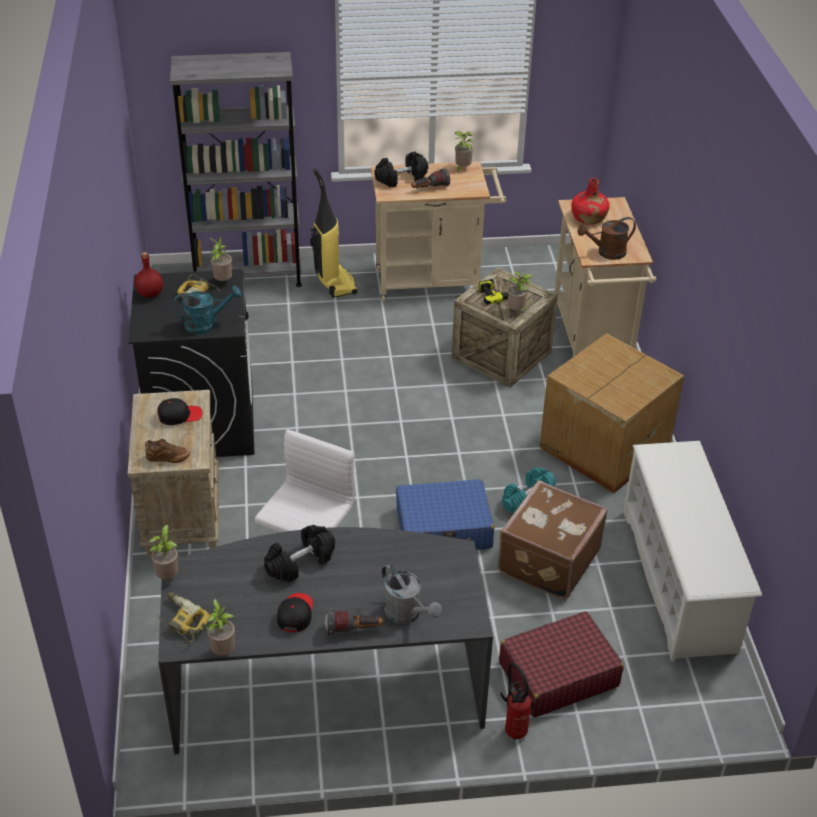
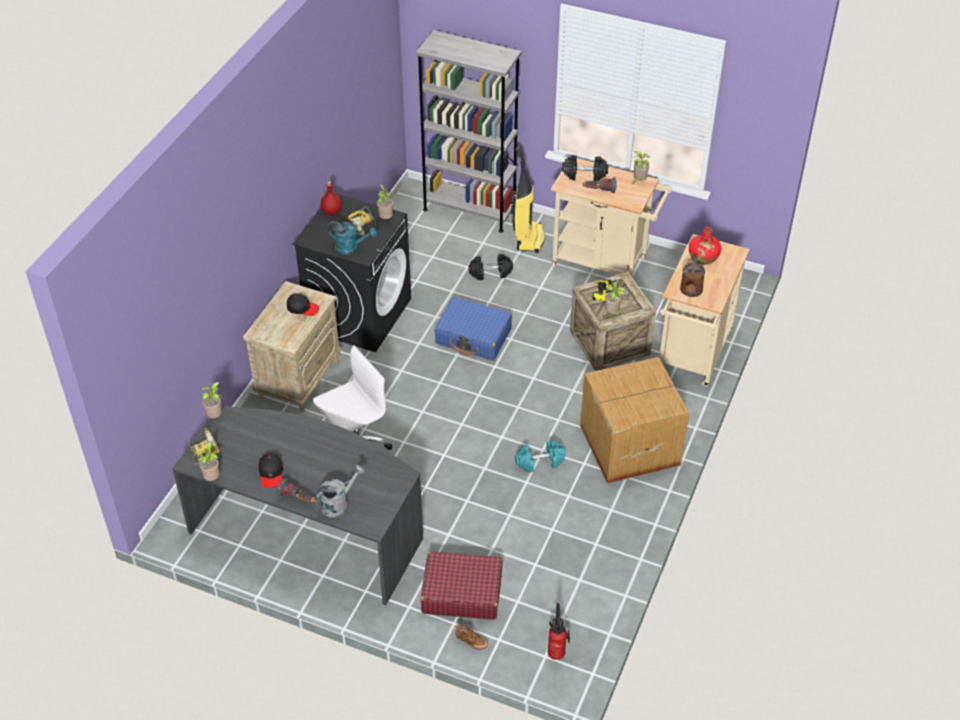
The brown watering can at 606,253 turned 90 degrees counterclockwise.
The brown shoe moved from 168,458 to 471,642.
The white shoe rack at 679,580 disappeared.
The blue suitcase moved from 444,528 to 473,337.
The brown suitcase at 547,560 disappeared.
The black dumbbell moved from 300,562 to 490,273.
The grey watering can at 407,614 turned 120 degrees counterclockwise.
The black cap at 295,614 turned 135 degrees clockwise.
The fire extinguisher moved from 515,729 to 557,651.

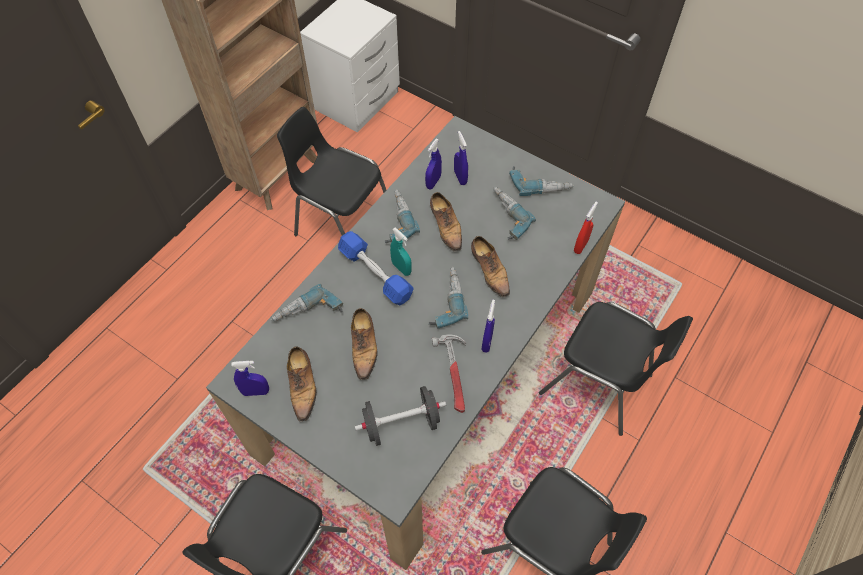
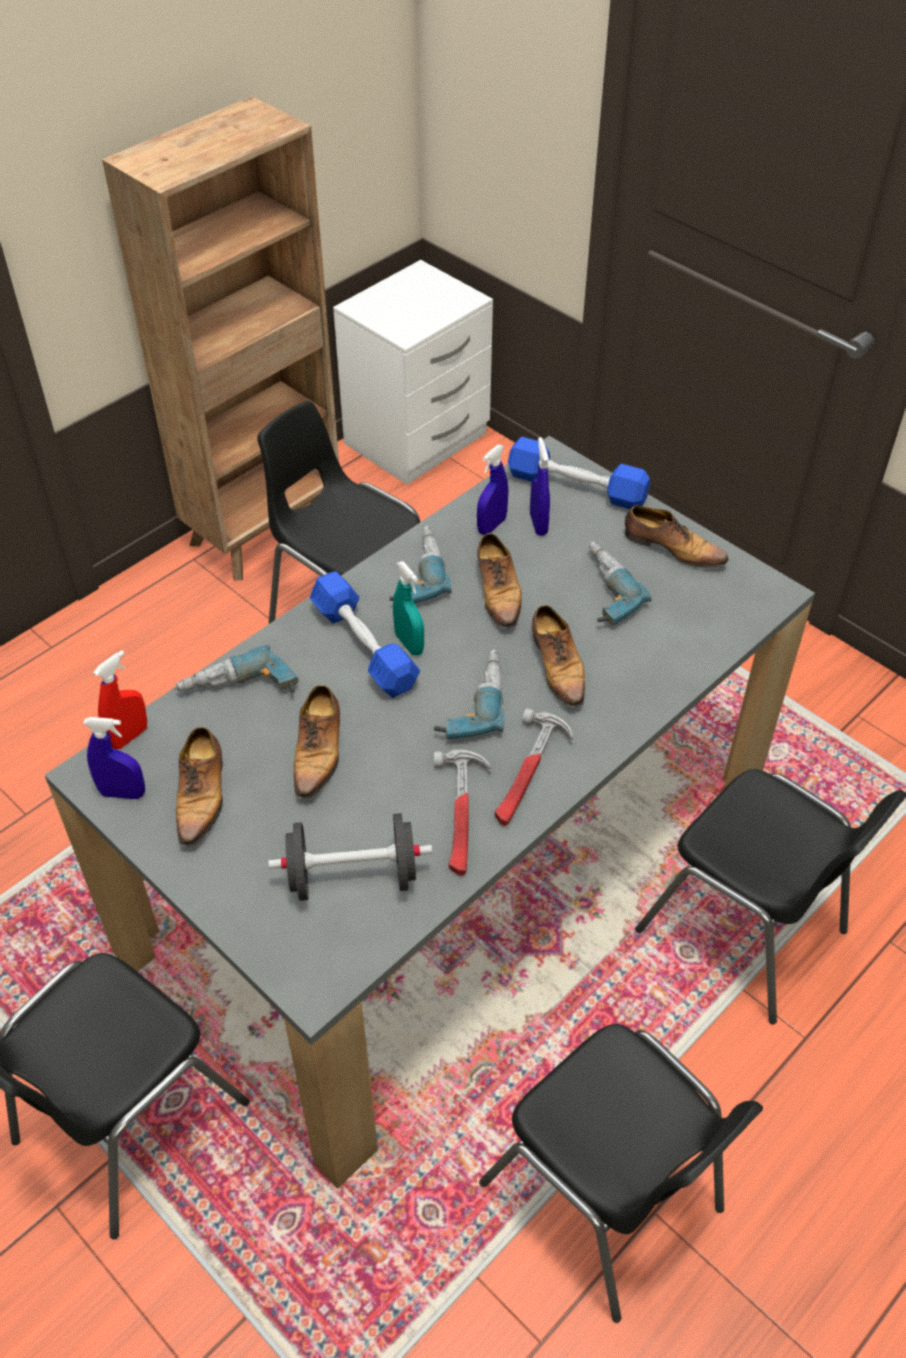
The power drill at 540,183 was replaced by the shoe at 672,548.
The red spray bottle moved from 581,246 to 129,736.
The blue spray bottle at 487,342 was replaced by the hammer at 529,773.
The blue dumbbell at 576,487 appeared.

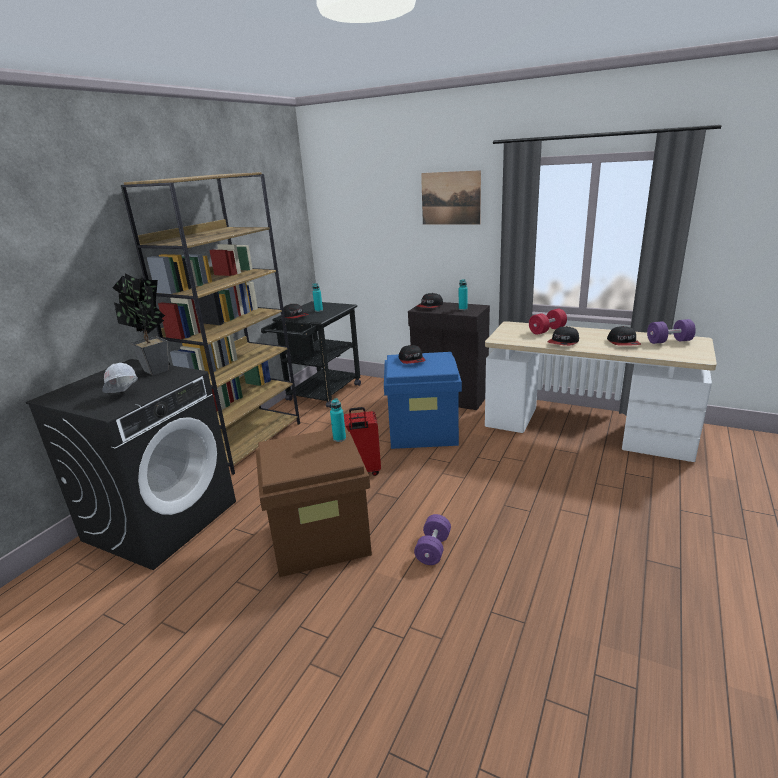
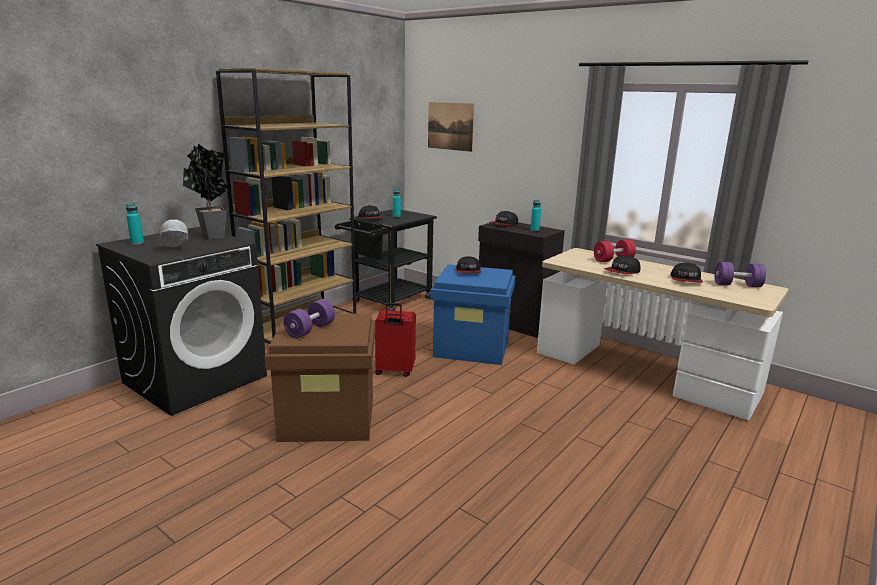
The picture moved from 450,198 to 450,126.
The turquoise bottle moved from 339,438 to 137,243.
The purple dumbbell moved from 433,549 to 310,330.

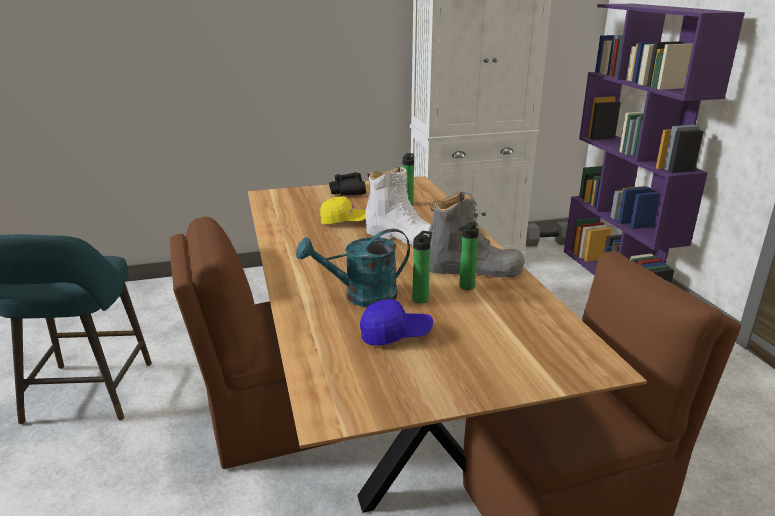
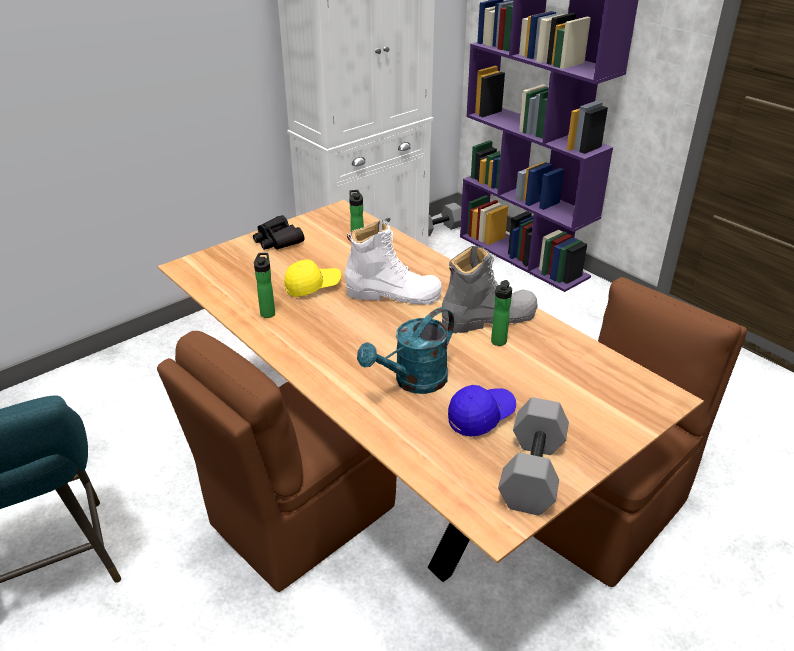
The bottle moved from 421,298 to 268,312.
The grey dumbbell at 530,470 appeared.

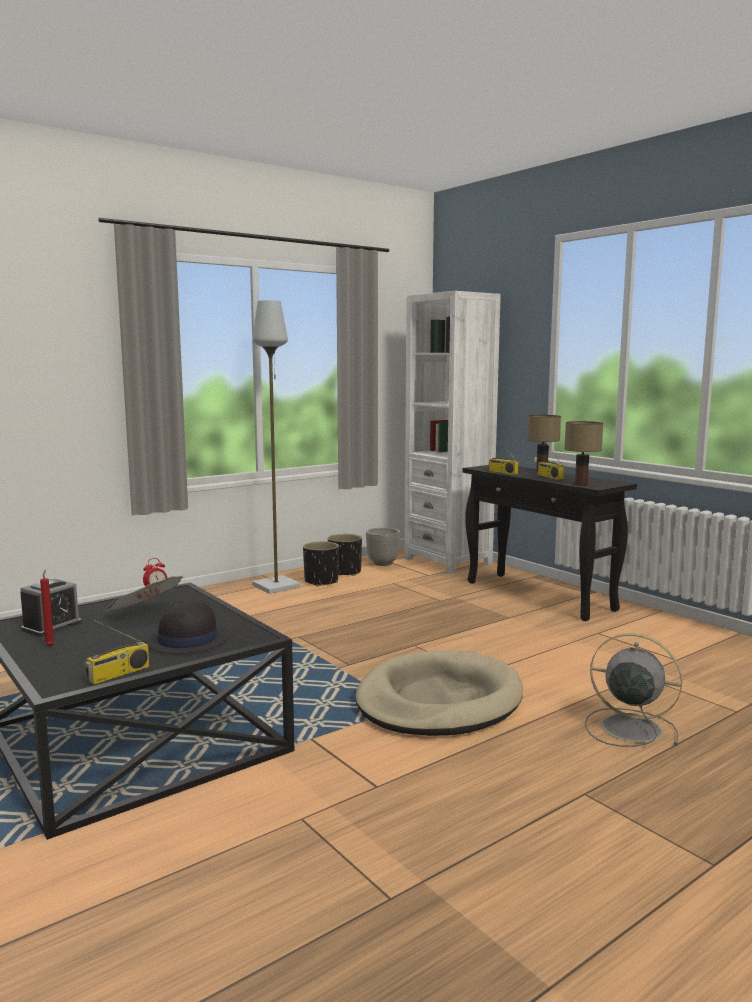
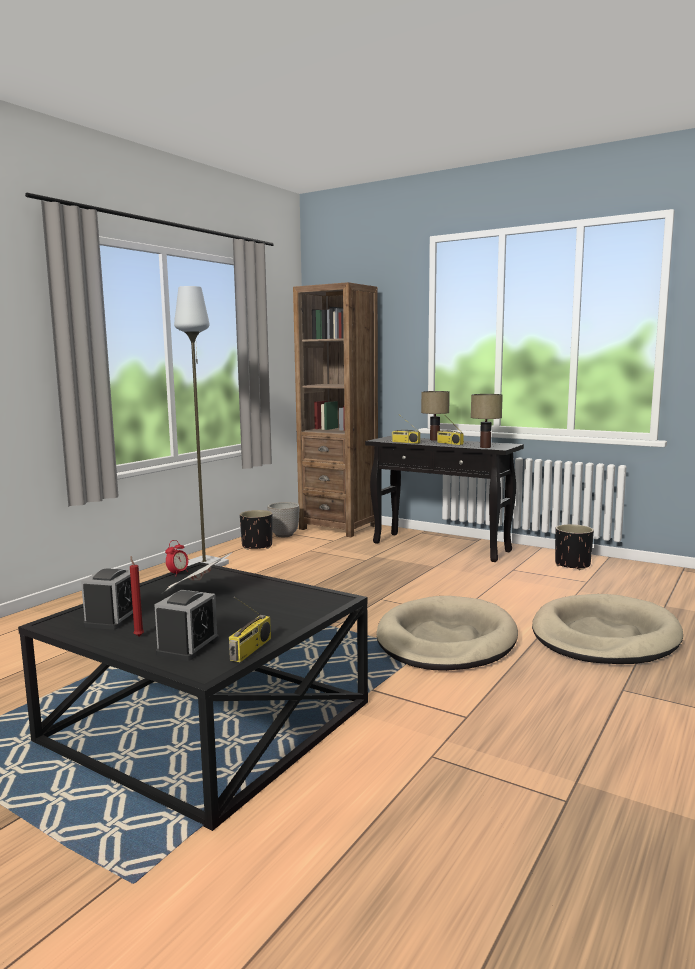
The white bookcase at 448,561 became the brown bookcase at 339,527.
The black planter moved from 321,581 to 572,565.
The black hat at 186,640 disappeared.
The grey fan at 628,728 was replaced by the beige dog bed at 604,636.
The alarm clock at 188,646 appeared.

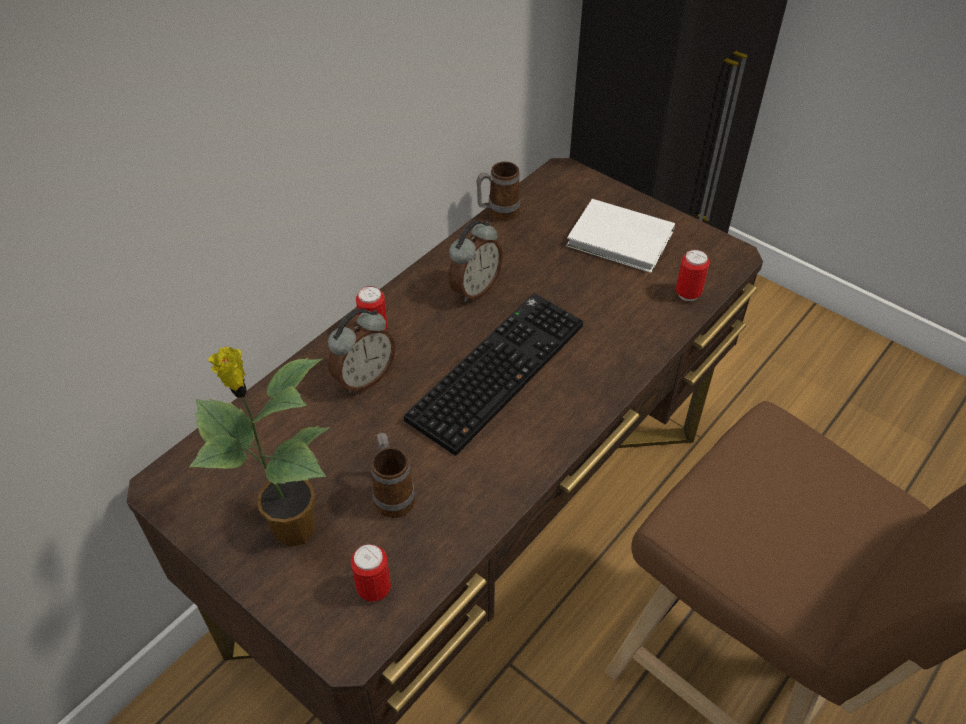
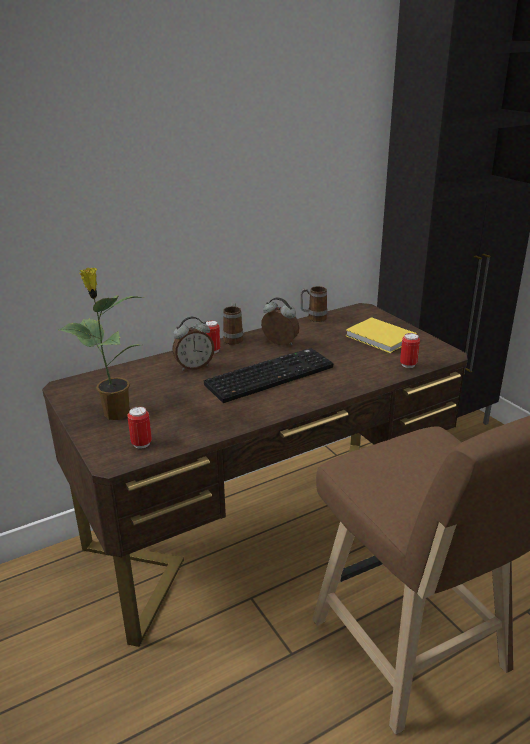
The white book at 622,240 became the yellow book at 381,338.
The alarm clock at 474,289 turned 120 degrees counterclockwise.
The mug moved from 392,494 to 233,338.

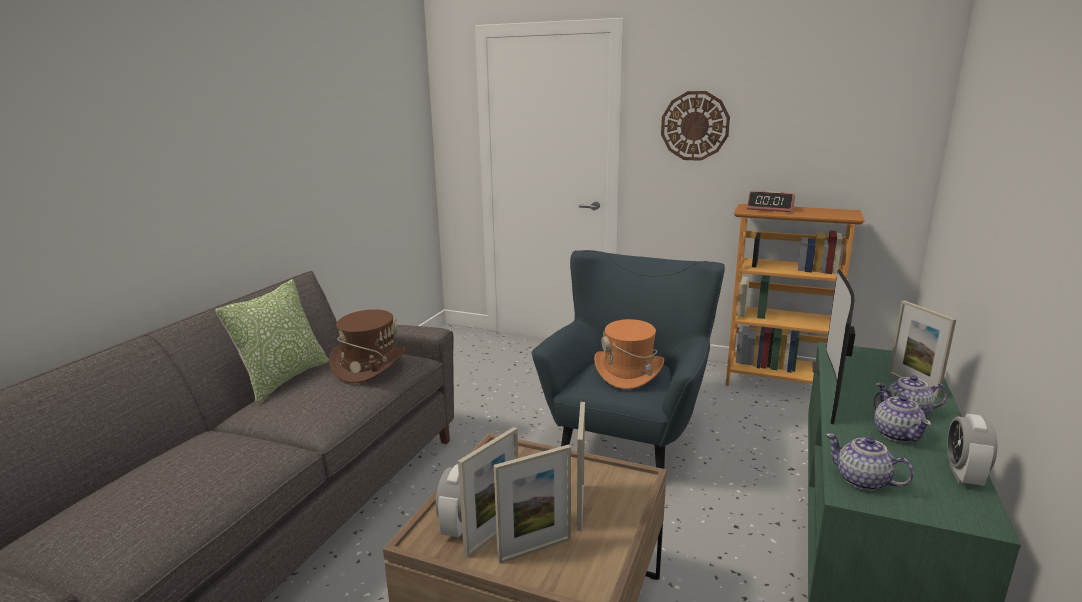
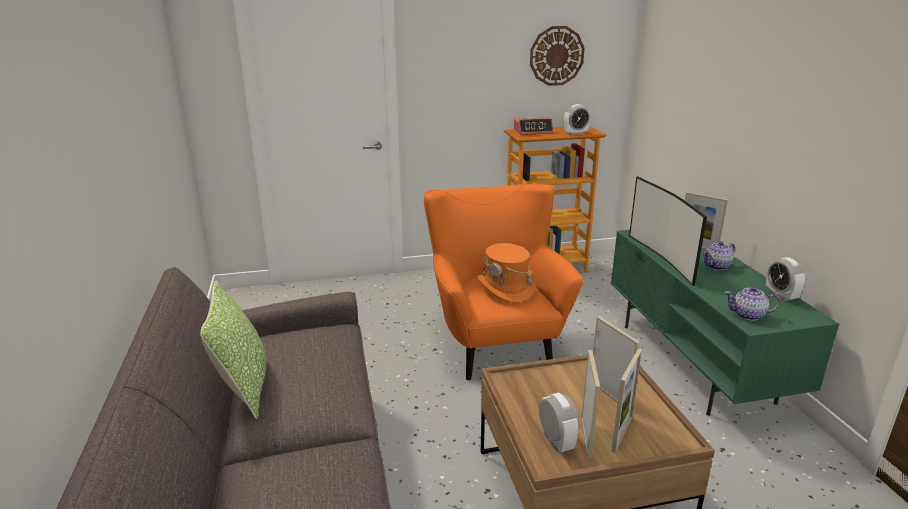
The wall clock moved from 694,126 to 556,56.
The blue armchair at 628,438 became the orange armchair at 494,342.
The brown hat at 369,365 disappeared.
The teapot at 896,434 disappeared.
The alarm clock at 575,133 appeared.

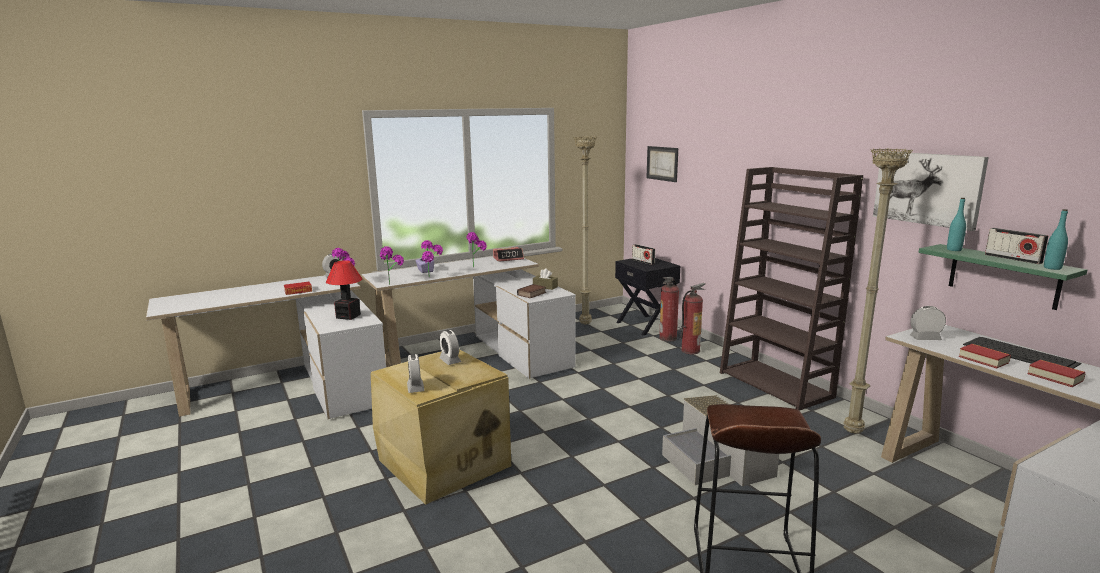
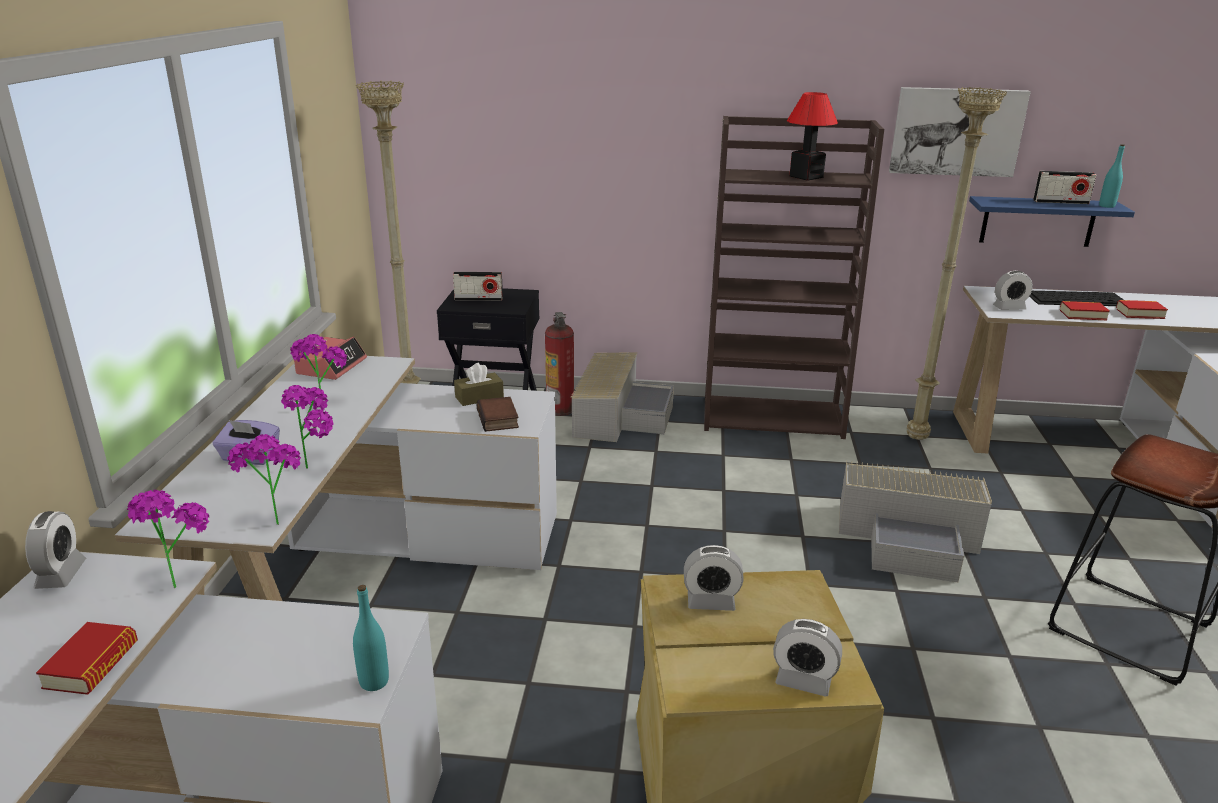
The picture at 662,163 disappeared.
The turquoise bottle moved from 954,250 to 374,682.
The green shelf at 1003,276 became the blue shelf at 1038,221.
The table lamp moved from 348,316 to 805,177.
The fire extinguisher at 690,350 was replaced by the grey storage box at 619,415.
The alarm clock at 925,338 turned 135 degrees counterclockwise.

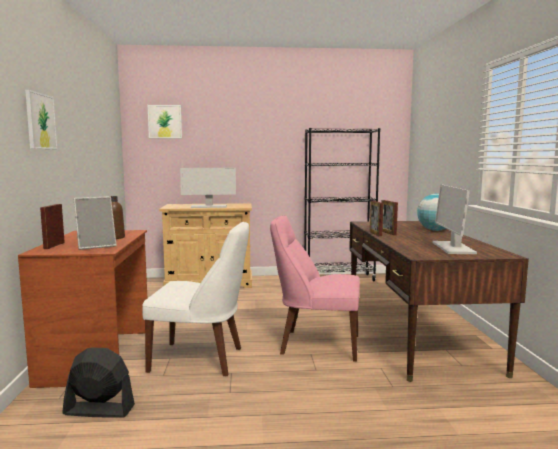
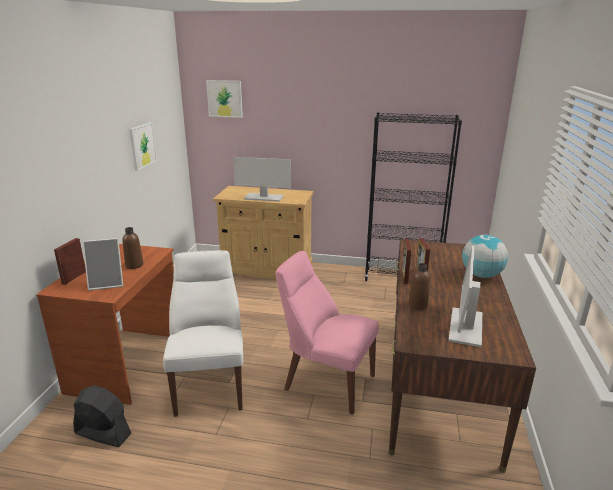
The picture moved from 40,121 to 142,145.
The white chair at 201,359 turned 120 degrees counterclockwise.
The brown bottle at 418,305 appeared.

